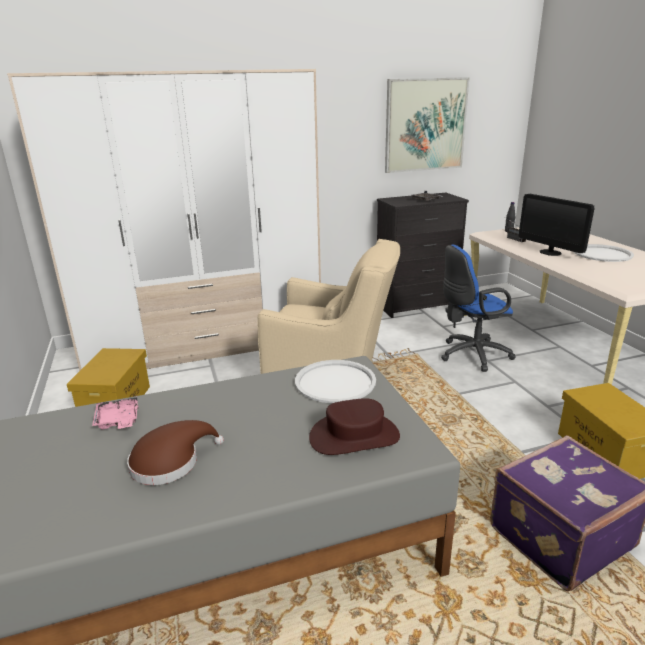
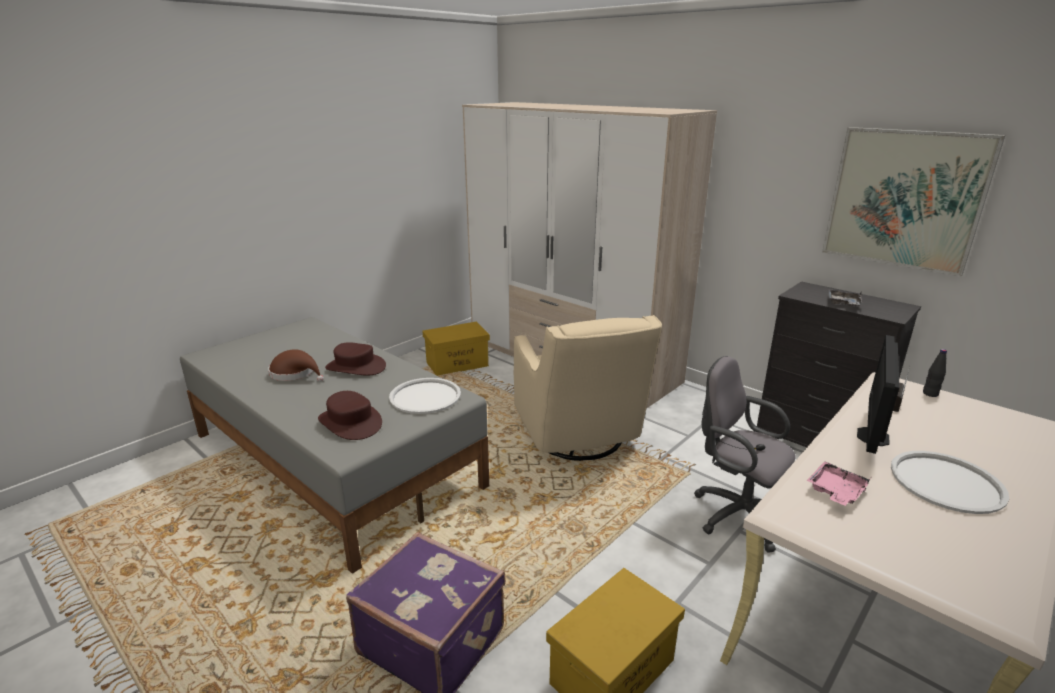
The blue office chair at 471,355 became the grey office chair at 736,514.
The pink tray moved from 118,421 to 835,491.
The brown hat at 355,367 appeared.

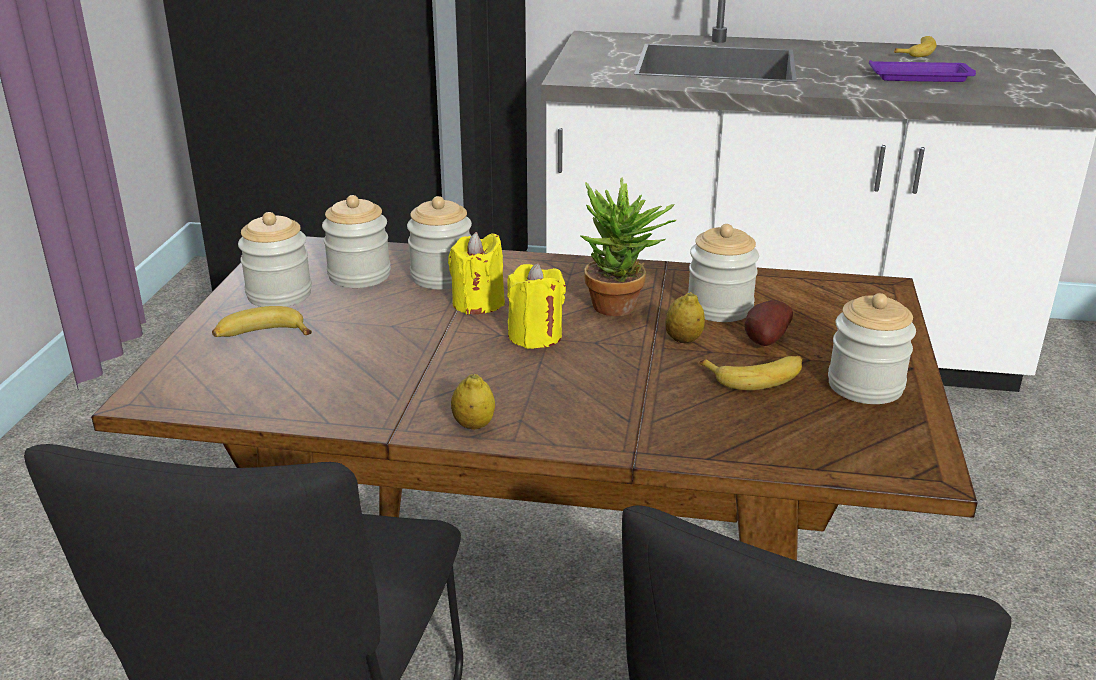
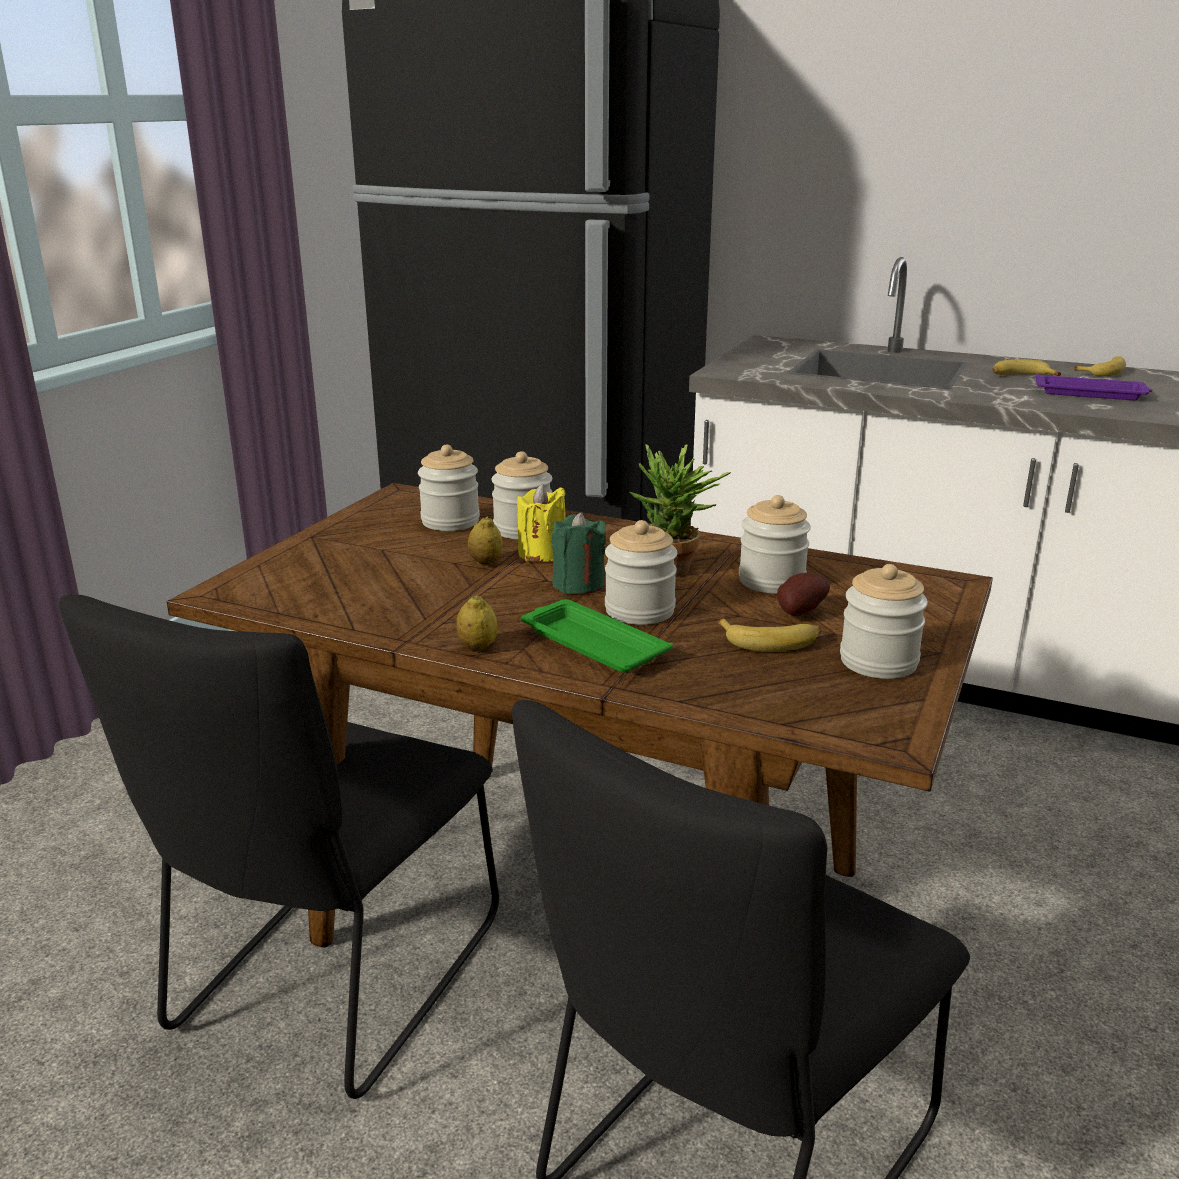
The jar moved from 279,294 to 639,610.
The yellow candle at 535,336 became the green candle at 578,584.
The lemon moved from 683,340 to 485,562.
The banana moved from 261,335 to 1021,376.
The green tray at 591,644 appeared.

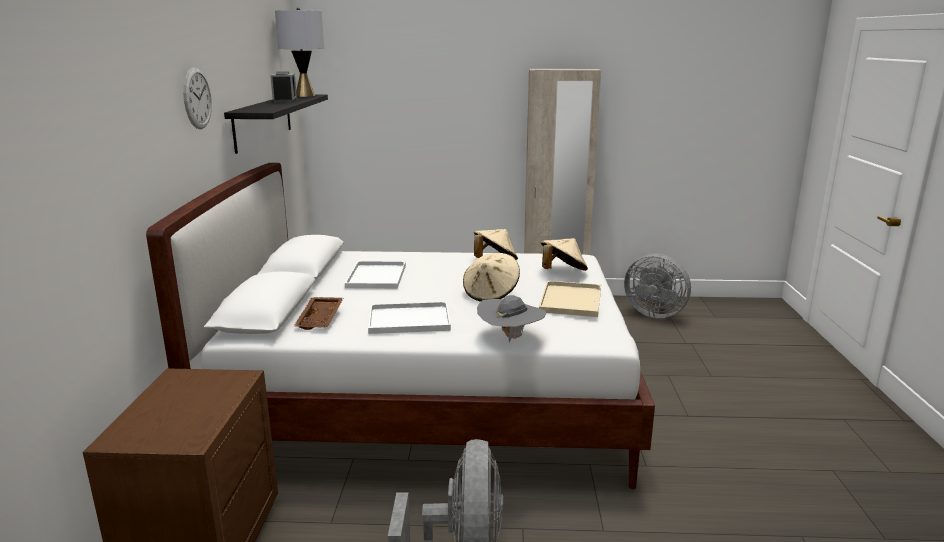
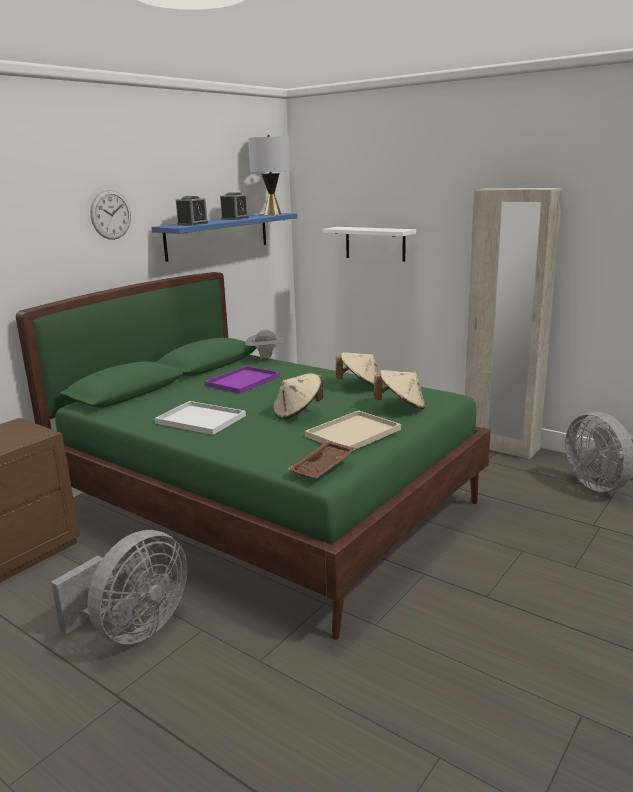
The black shelf at 263,121 became the blue shelf at 218,236.
The white bed at 429,401 became the green bed at 267,505.
The white tray at 376,276 became the purple tray at 243,380.
The grey hat moved from 511,337 to 266,358.
The brown tray moved from 321,319 to 323,468.
The alarm clock at 192,224 appeared.
The white shelf at 375,243 appeared.

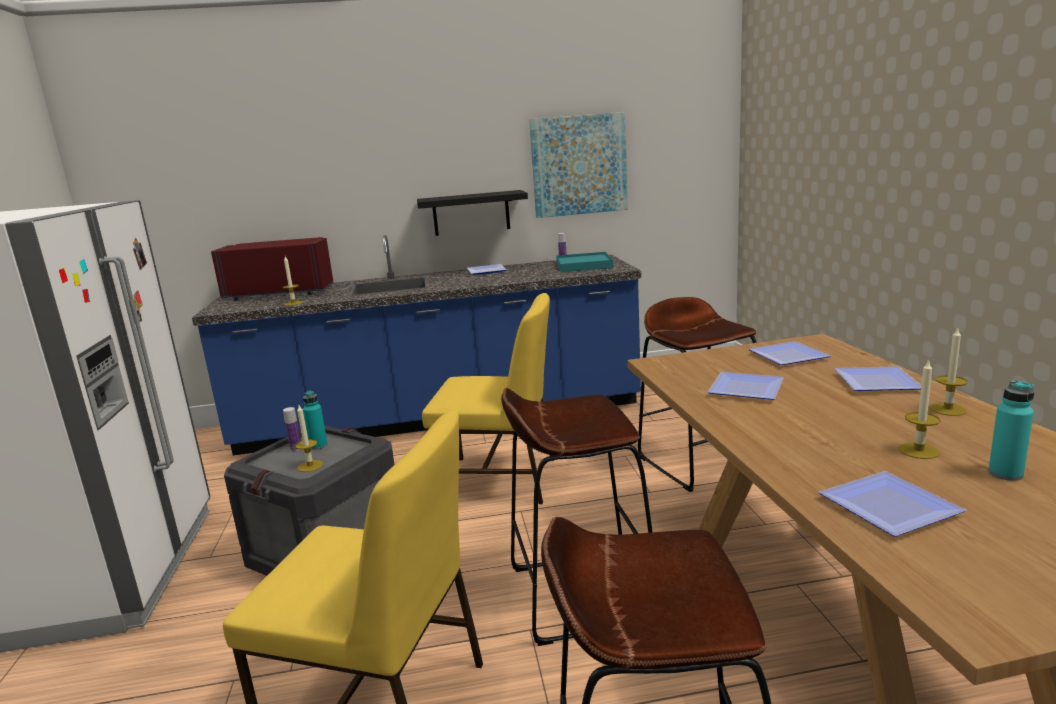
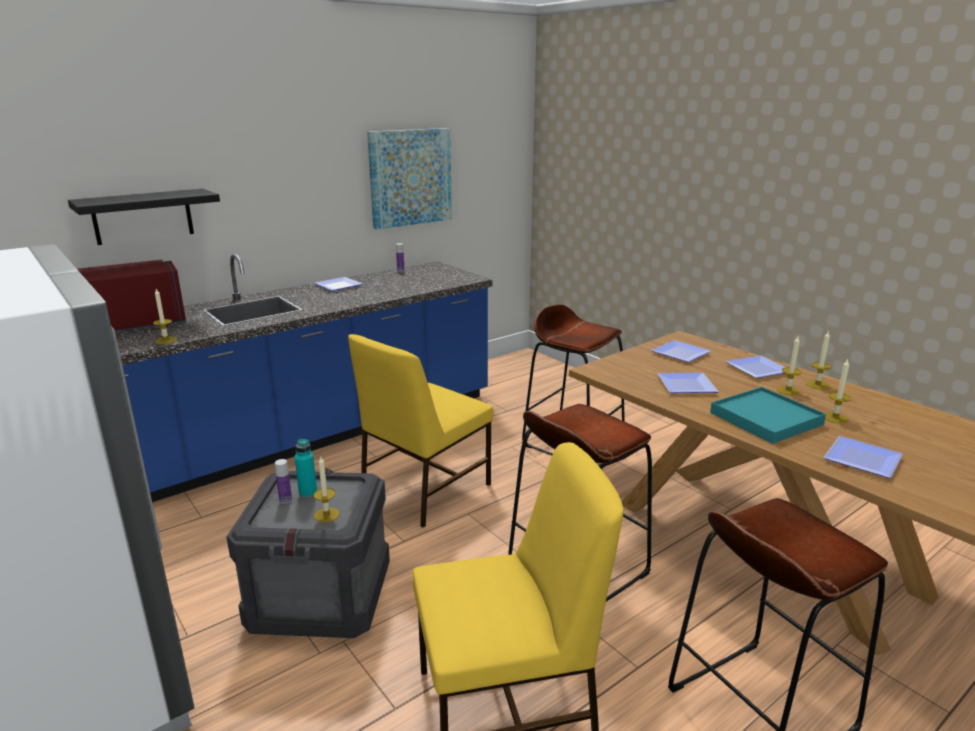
The black shelf moved from 471,213 to 143,216.
The turquoise tray moved from 583,265 to 766,419.
The yellow chair at 500,480 turned 150 degrees clockwise.
The turquoise bottle at 1005,474 disappeared.
The candle at 788,390 appeared.

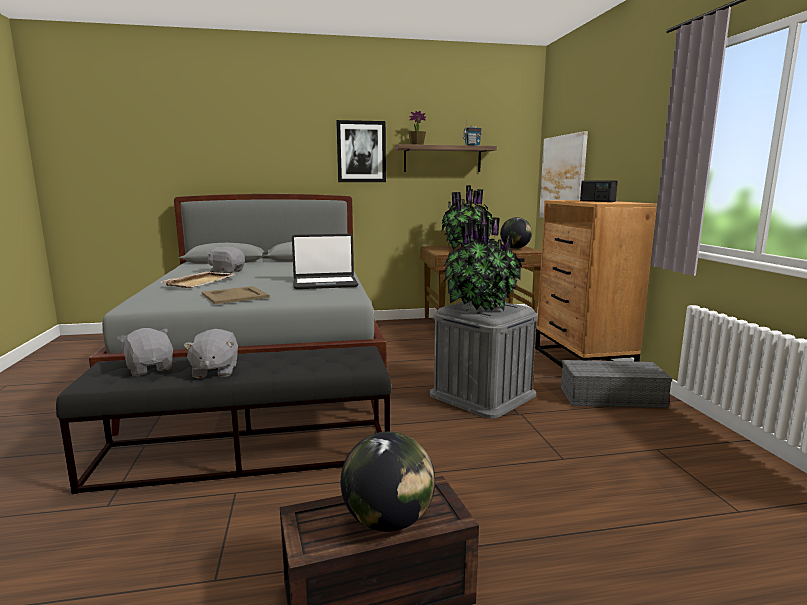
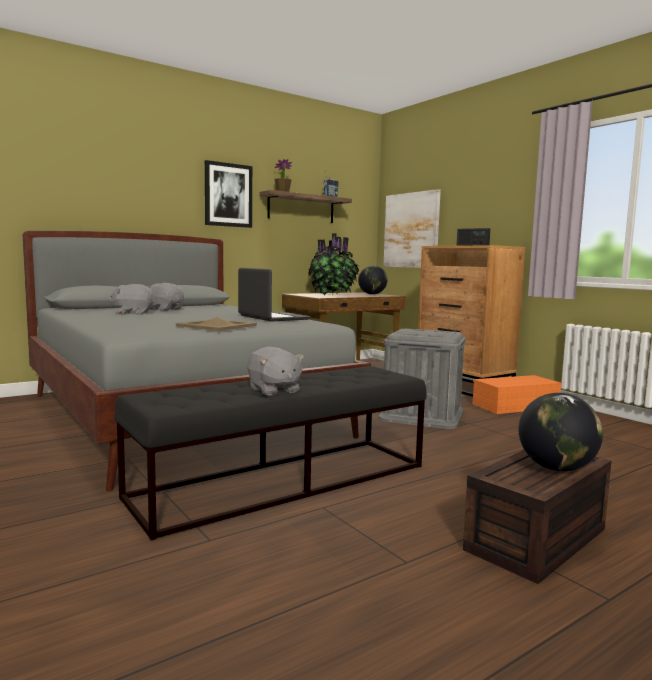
The potted plant at 480,307 disappeared.
The laptop at 325,284 turned 90 degrees counterclockwise.
The beige tray at 200,281 disappeared.
The grey plush toy moved from 150,368 to 165,309.
The grey storage box at 610,397 became the orange storage box at 515,406.

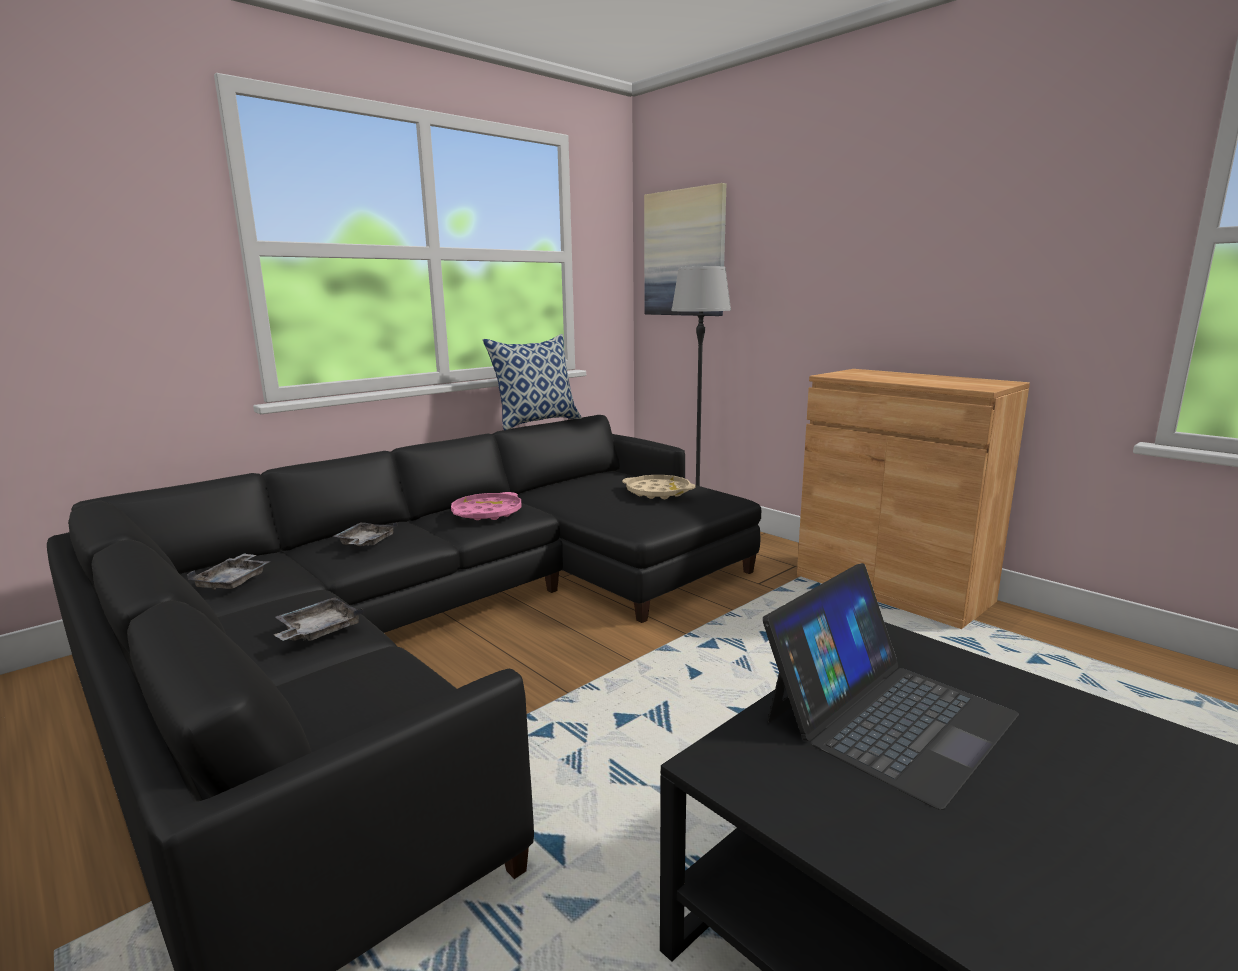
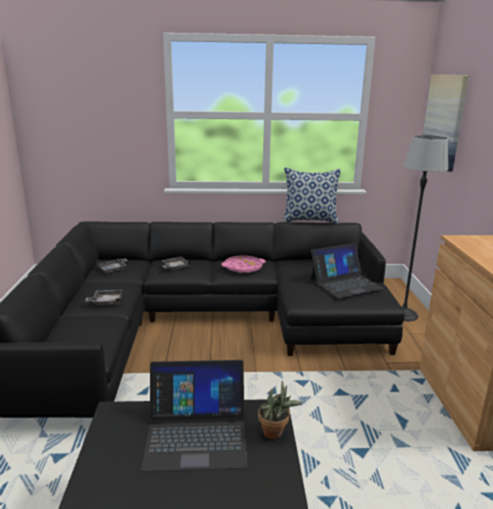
The beige tray at 658,492 was replaced by the laptop at 345,283.
The potted plant at 276,433 appeared.

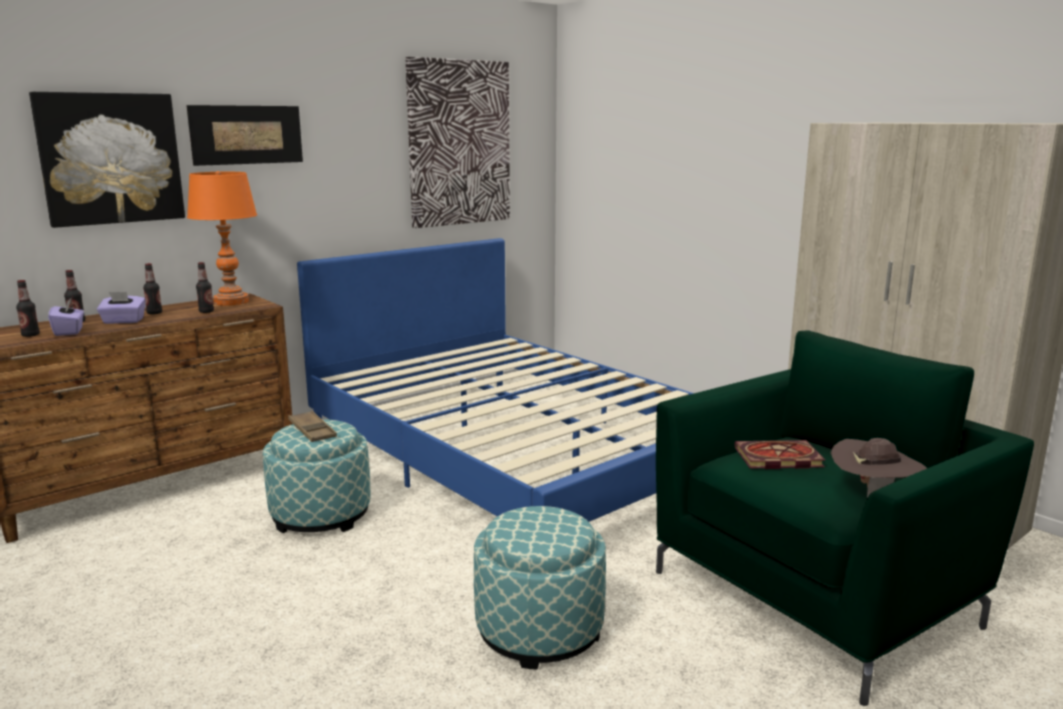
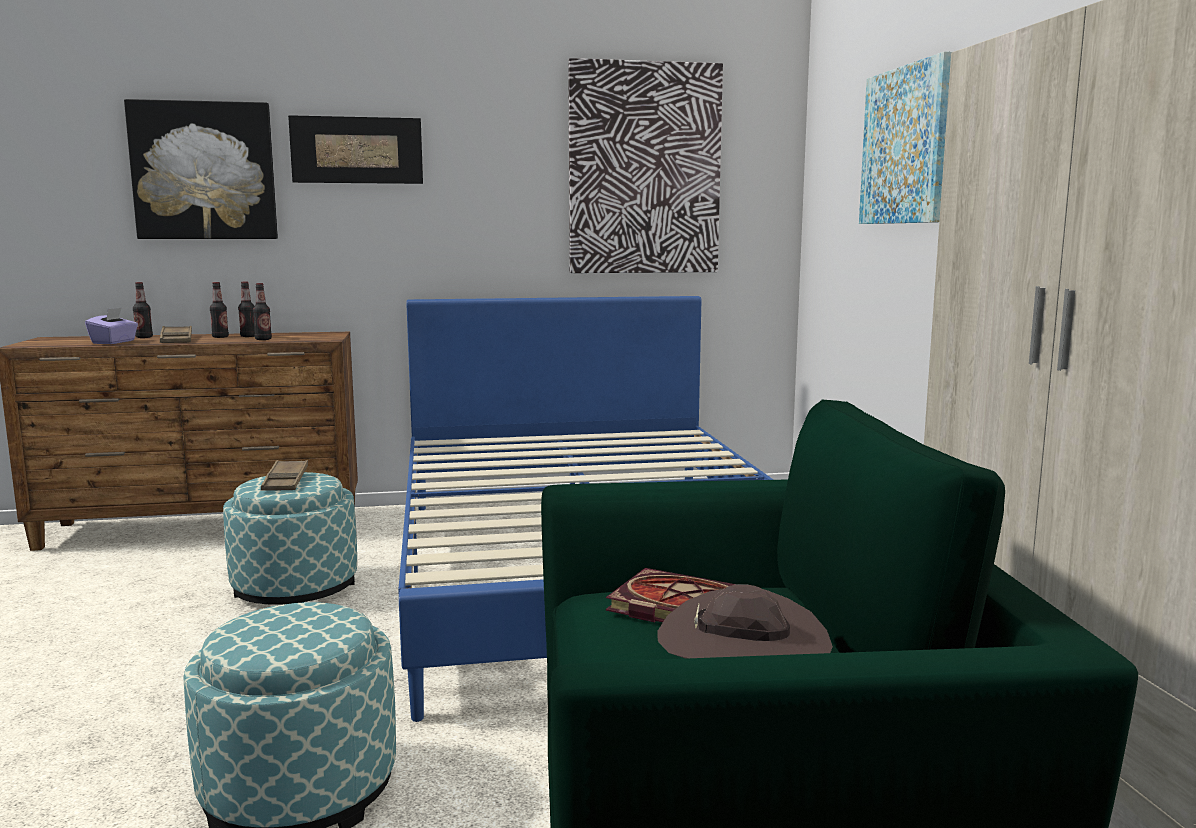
The orange table lamp at 231,302 disappeared.
The bottle moved from 30,335 to 248,336.
The purple tissue box at 123,321 was replaced by the brown tray at 176,340.
The picture at 906,146 appeared.

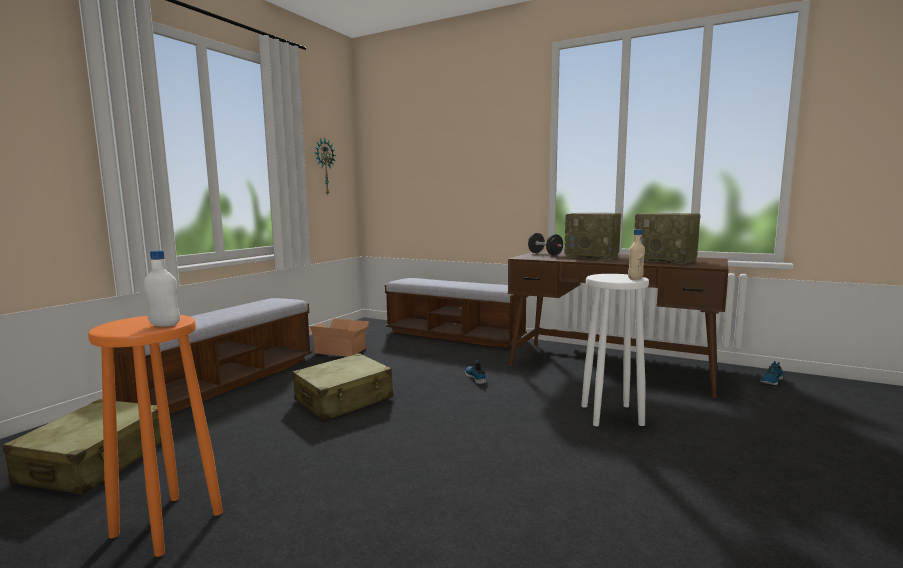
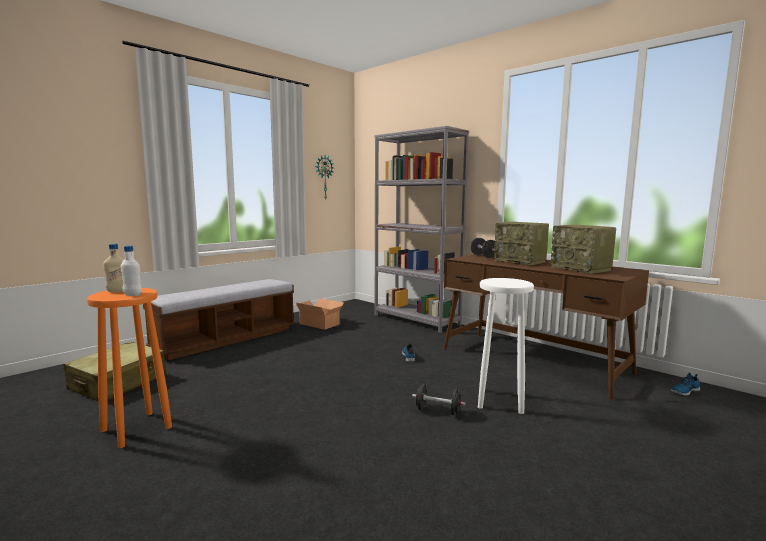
The beige bottle moved from 635,279 to 117,291.
The bench at 454,335 was replaced by the grey bookcase at 416,320.
The beige suitcase at 344,400 disappeared.
The black dumbbell at 437,411 appeared.

